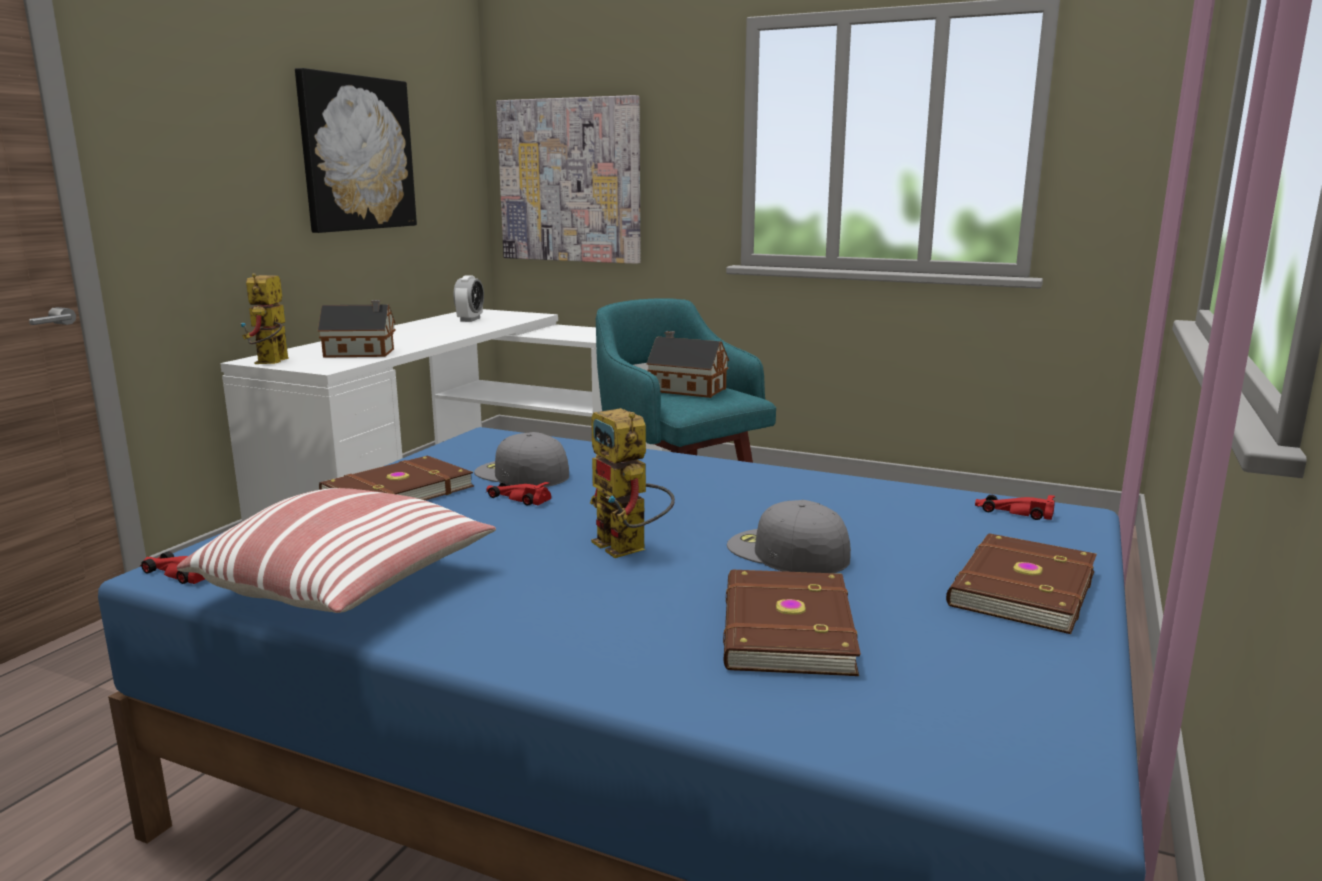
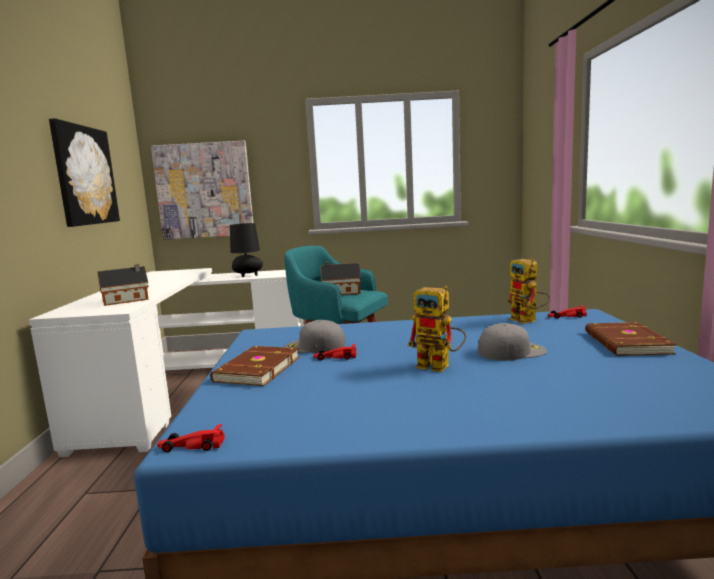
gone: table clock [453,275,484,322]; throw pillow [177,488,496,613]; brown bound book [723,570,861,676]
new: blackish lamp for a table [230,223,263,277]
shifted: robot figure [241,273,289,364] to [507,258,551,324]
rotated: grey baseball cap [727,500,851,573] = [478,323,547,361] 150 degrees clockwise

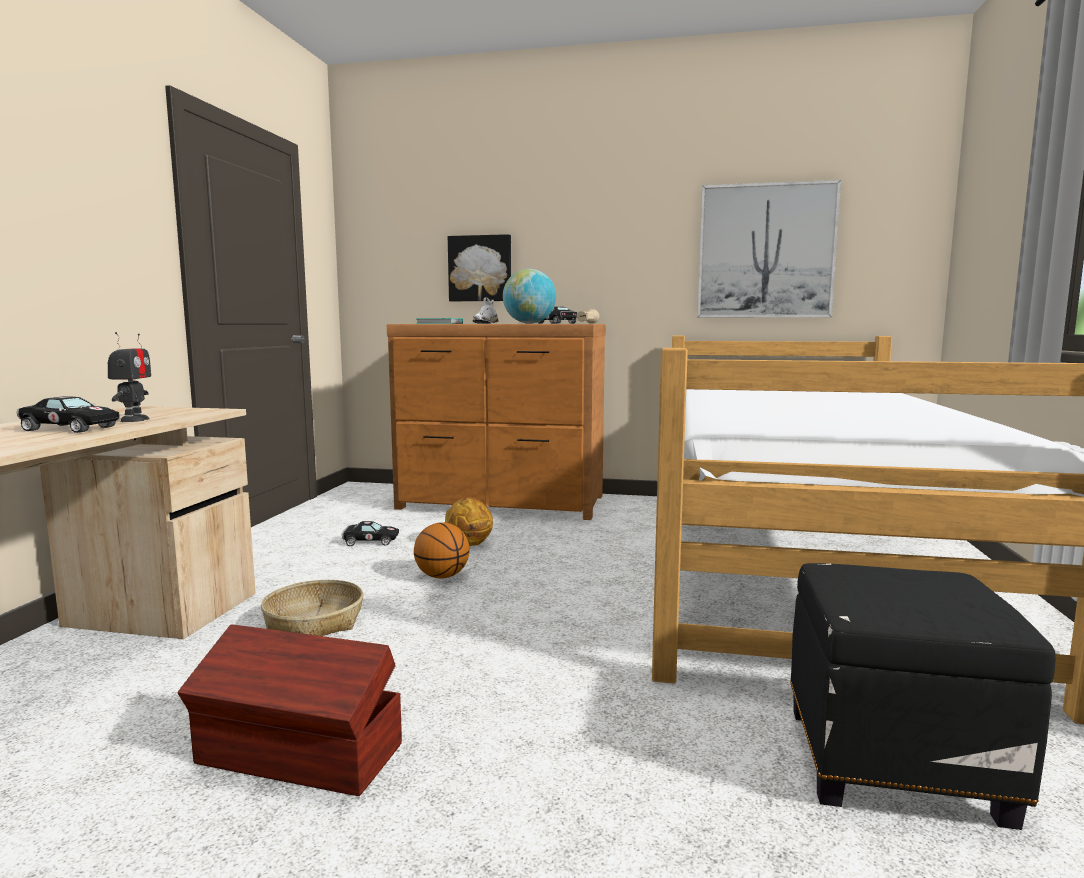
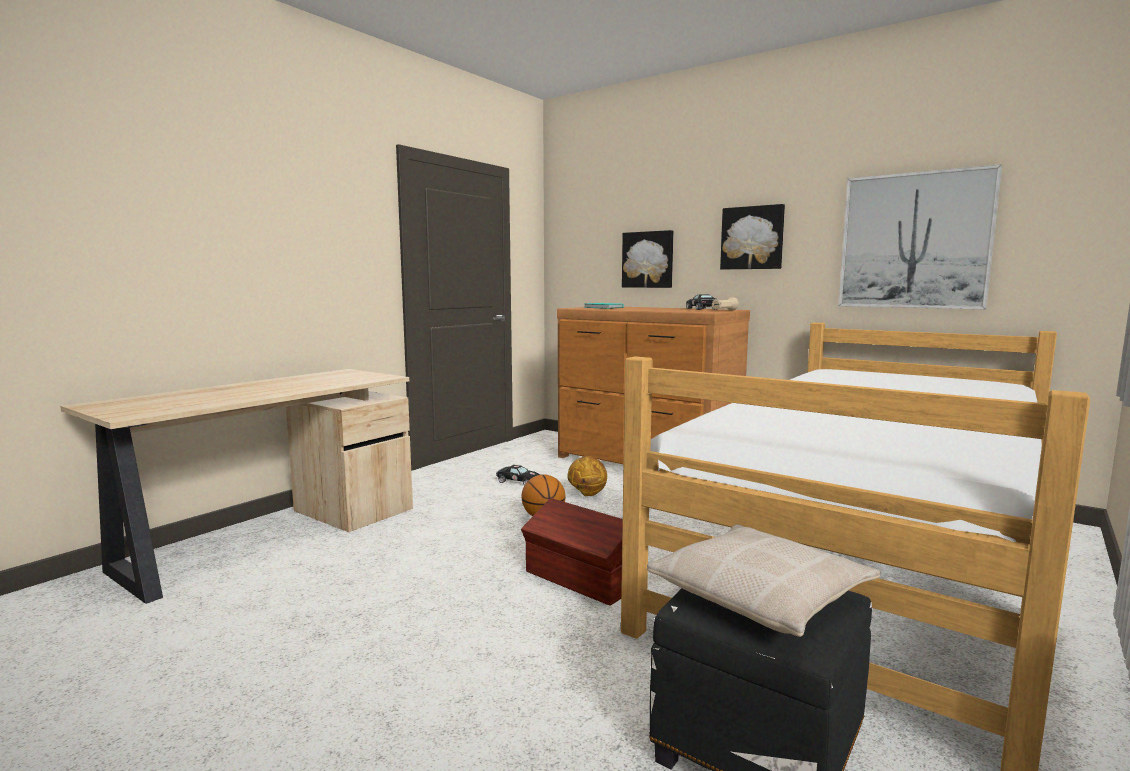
gone: desk globe [503,269,556,324]; whitish item of footwear [472,297,499,324]; robot figure [108,332,151,422]; blackish miniature car [17,396,120,433]; storage basket [261,580,363,636]
new: picture [720,204,785,269]; beige-coloured throw pillow [647,524,880,637]
shifted: brown storage box [178,624,402,796] to [521,498,623,606]

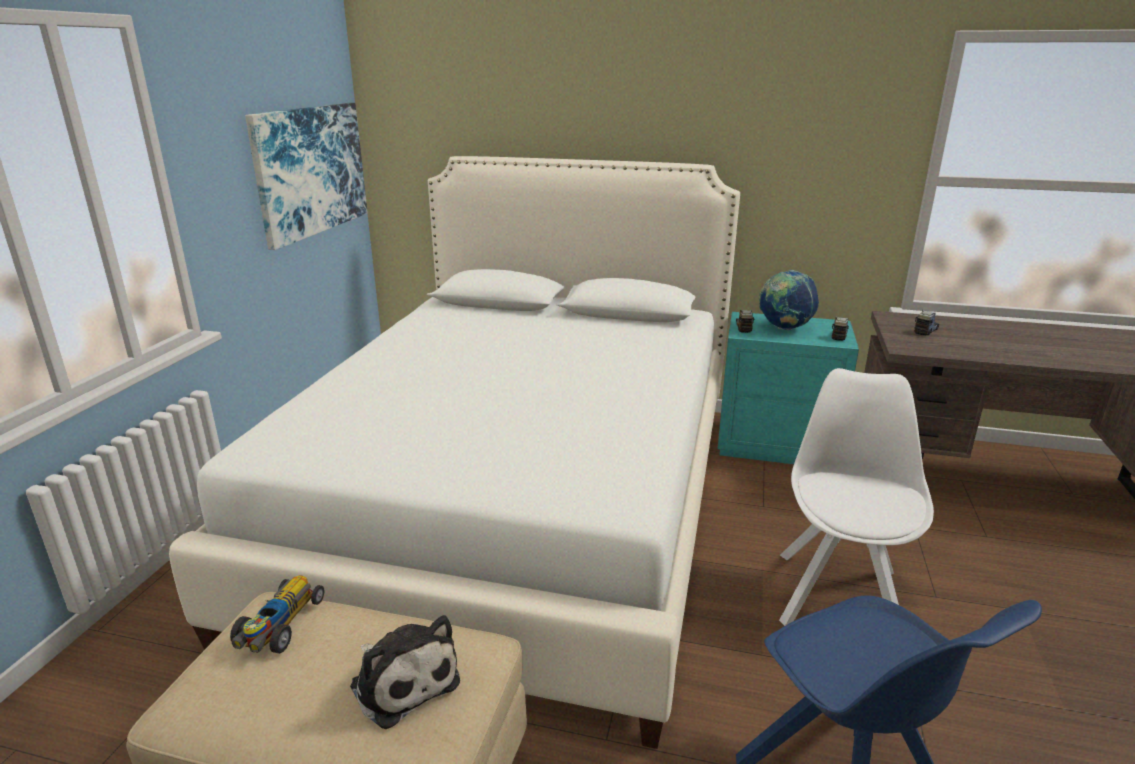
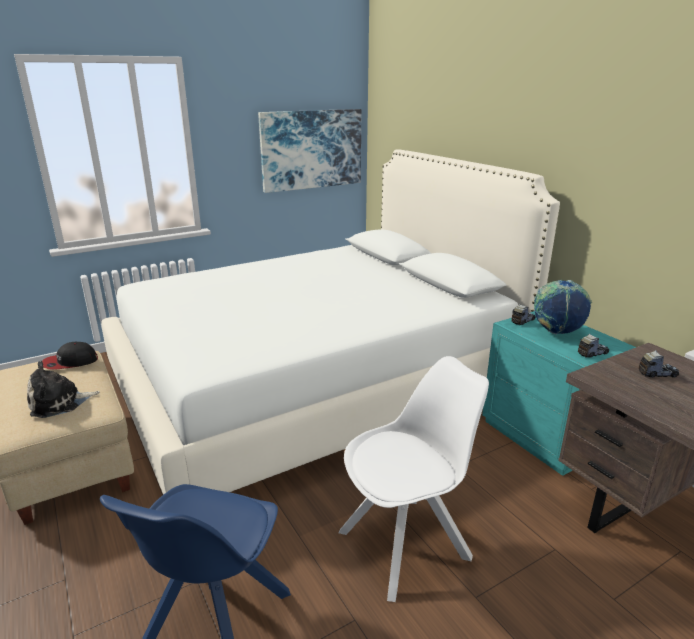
swapped: miniature car [230,575,324,654] to baseball cap [42,342,98,370]
rotated: plush toy [350,615,460,729] = [27,361,99,418] 60 degrees clockwise

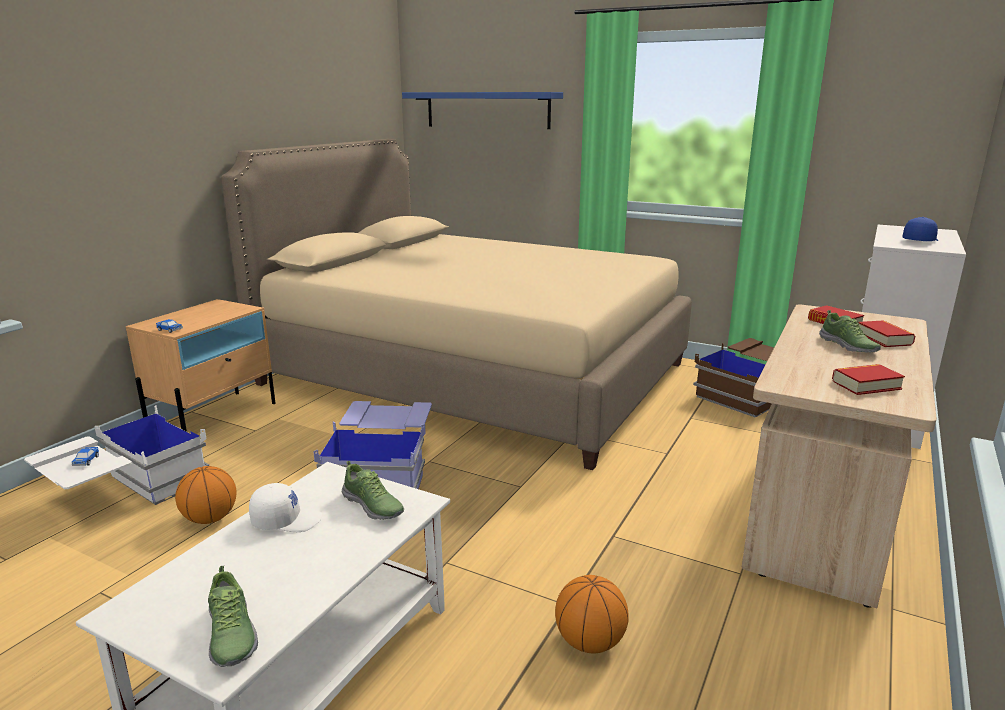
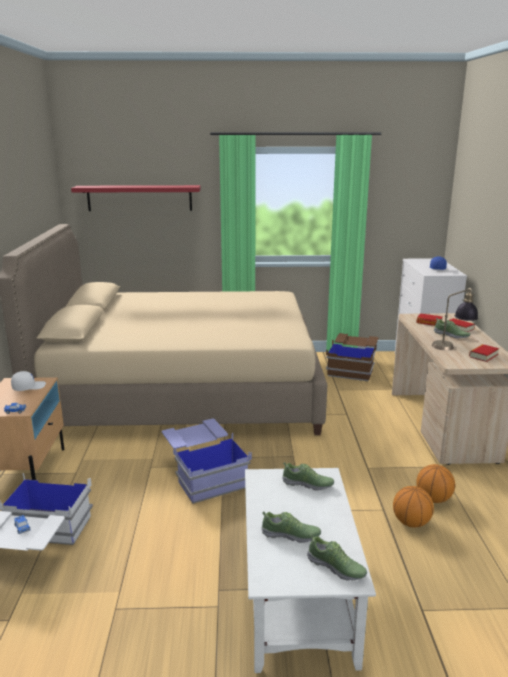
new: lamp for a table [432,287,478,350]; item of footwear [261,511,321,543]
shifted: basketball ball [175,466,236,524] to [416,464,455,503]; whitish baseball cap [249,483,323,532] to [11,371,46,391]
repainted: blue bracket shelf [402,92,563,129] to red bracket shelf [71,185,201,211]

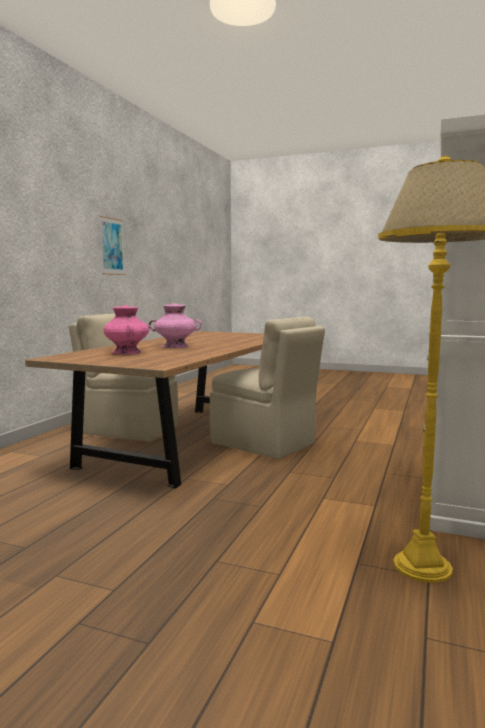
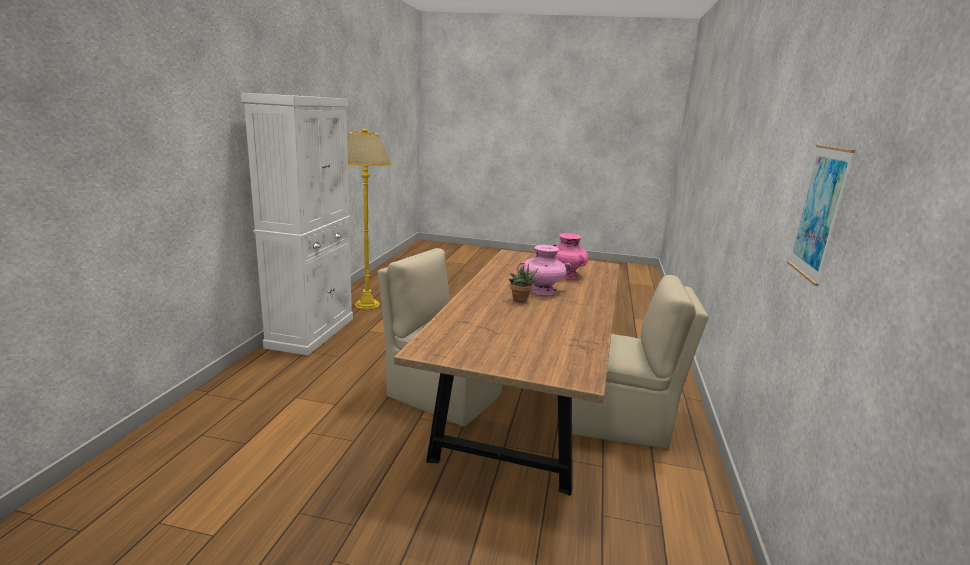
new: potted plant [509,263,538,303]

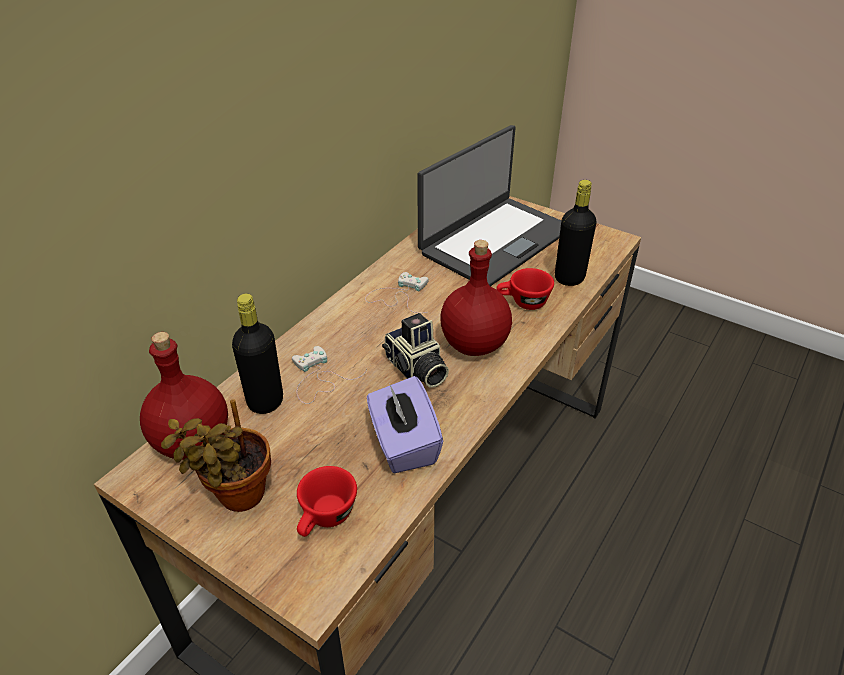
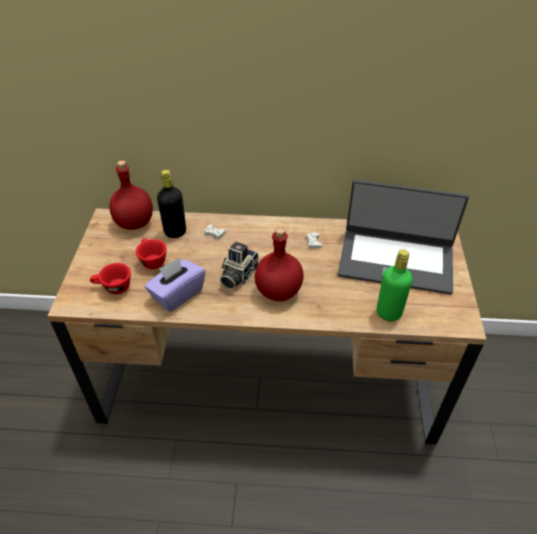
gone: potted plant [161,399,271,512]
shifted: red small cup [496,268,554,310] to [136,238,167,269]
repainted: blackish bottle [555,180,596,286] to green-coloured bottle [377,249,413,321]

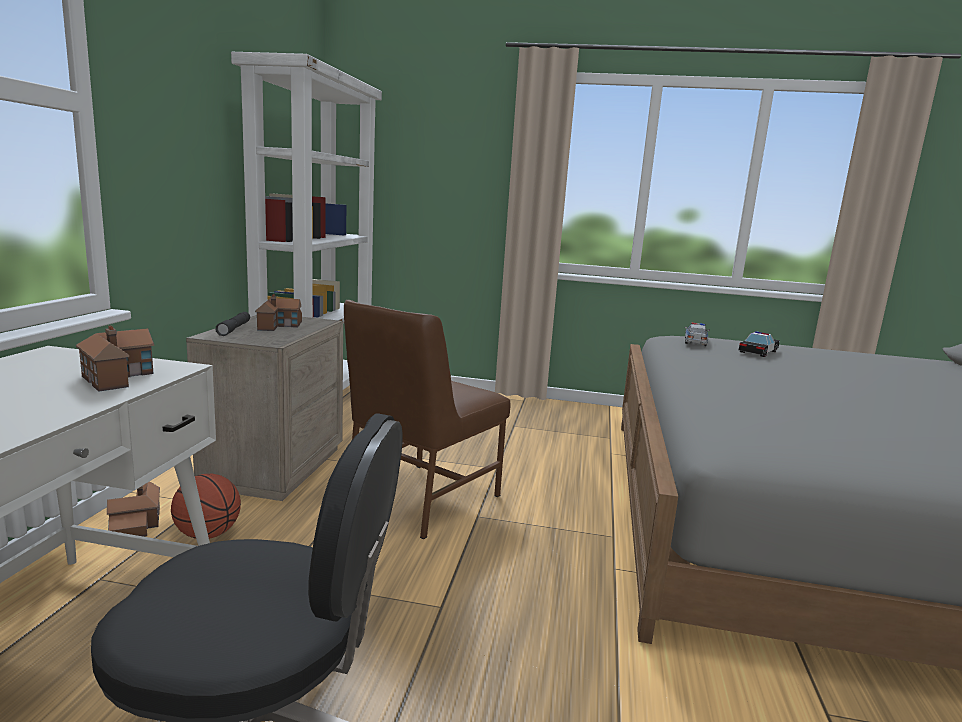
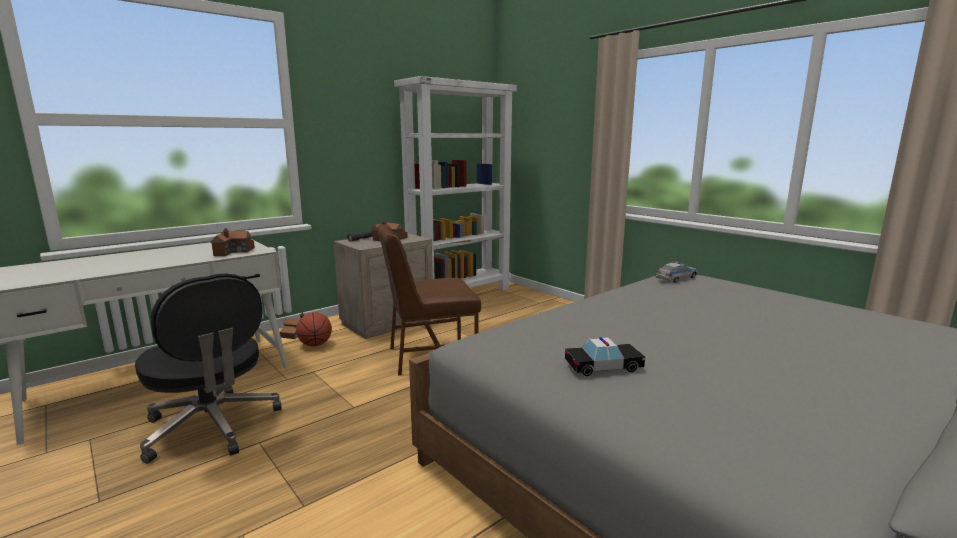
shifted: miniature car [739,331,780,357] to [565,337,645,376]

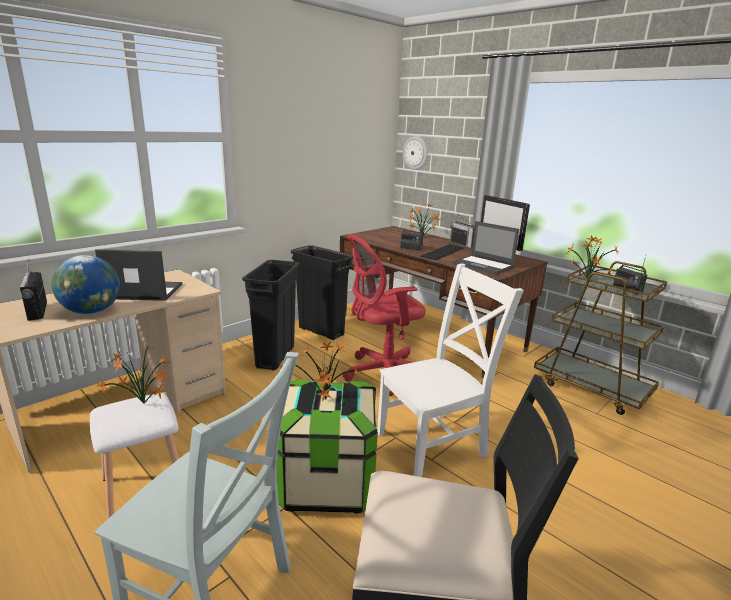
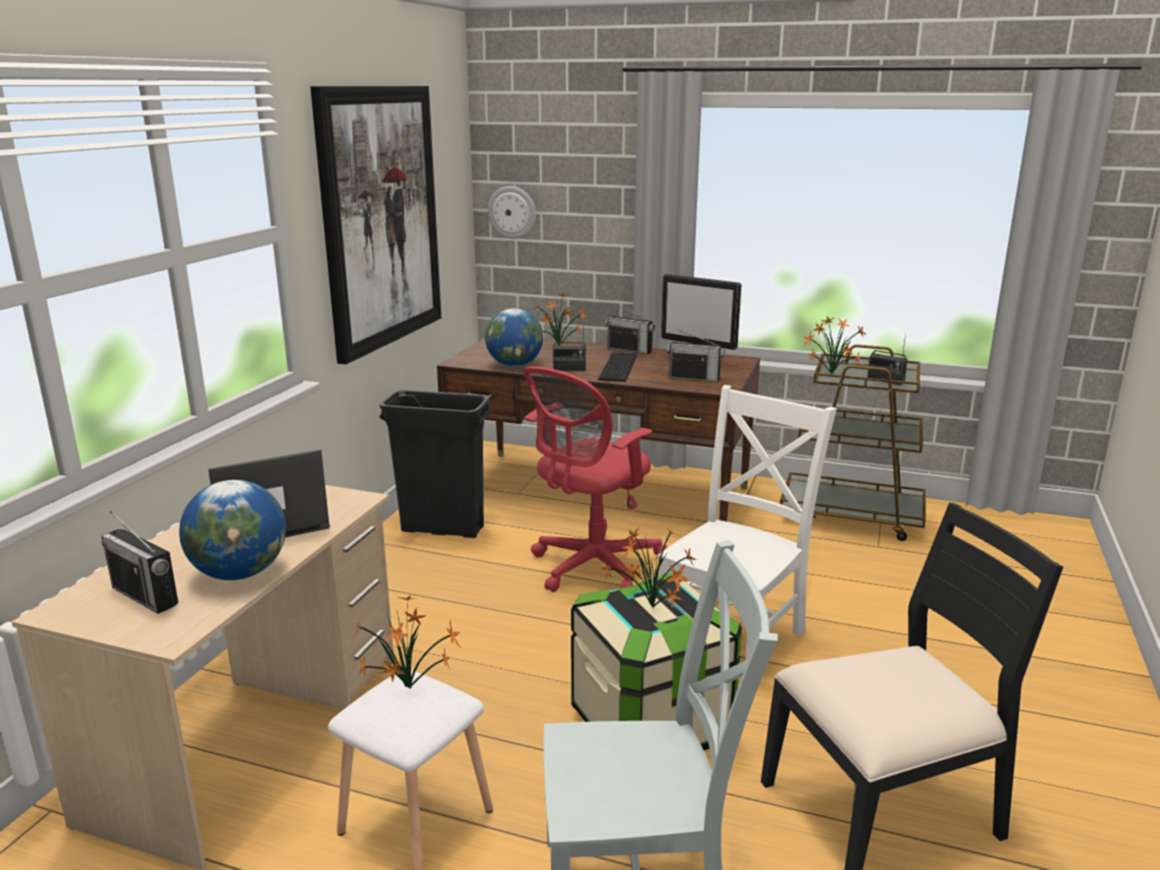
gone: blackish trash can [242,260,300,371]
new: picture [310,86,441,364]; desk globe [485,308,543,367]
swapped: notebook computer [452,221,519,275] to radio [666,329,725,382]

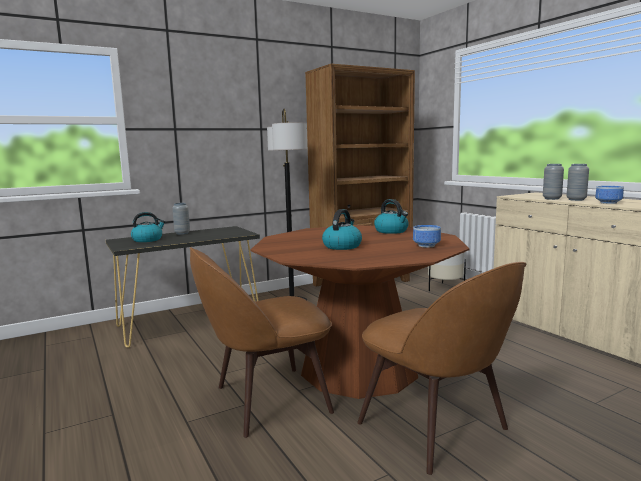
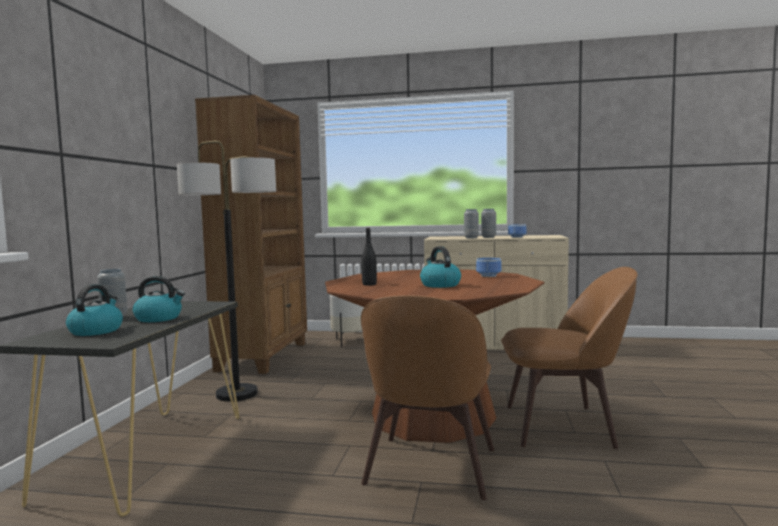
new: blackish bottle [361,228,377,286]
shifted: water kettle [374,199,409,234] to [133,276,185,322]

